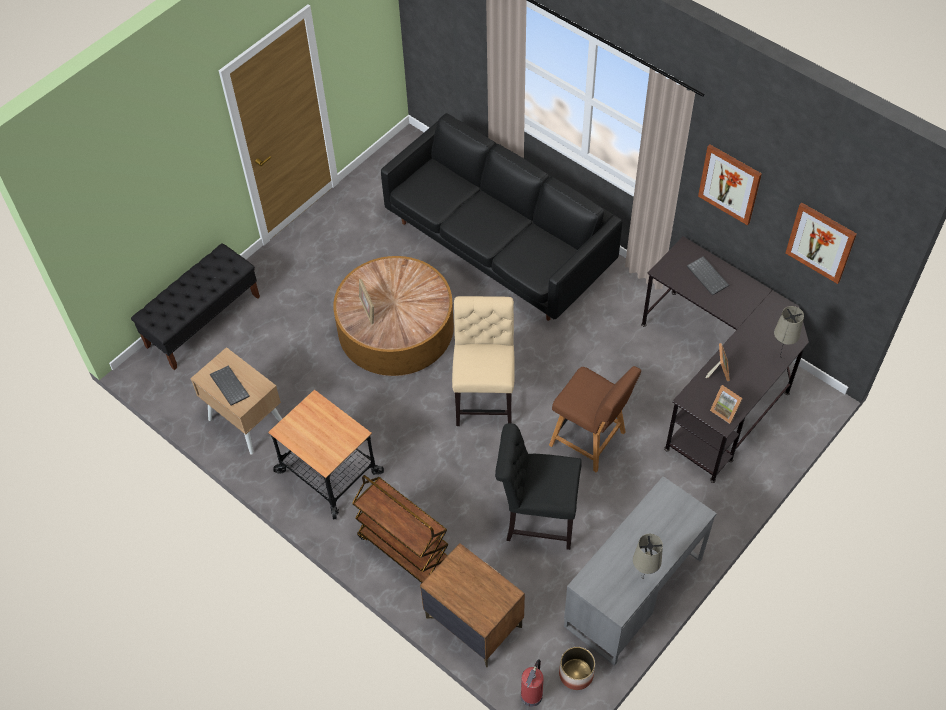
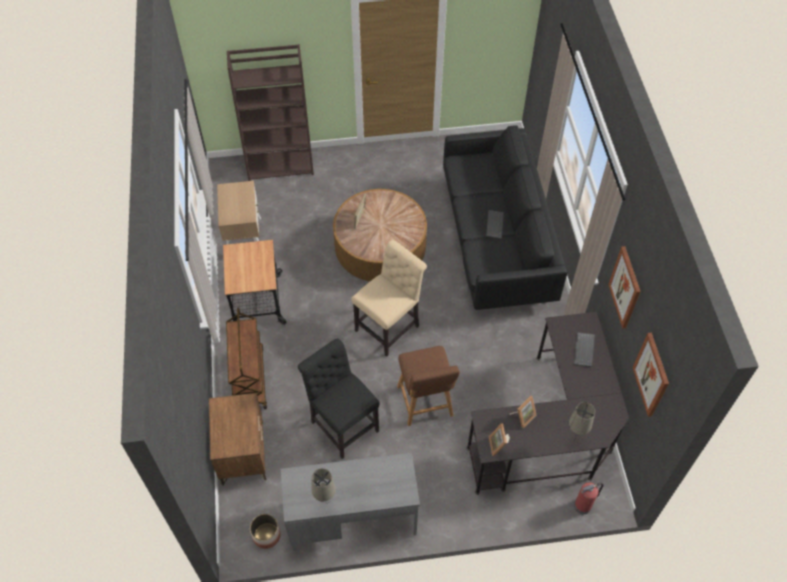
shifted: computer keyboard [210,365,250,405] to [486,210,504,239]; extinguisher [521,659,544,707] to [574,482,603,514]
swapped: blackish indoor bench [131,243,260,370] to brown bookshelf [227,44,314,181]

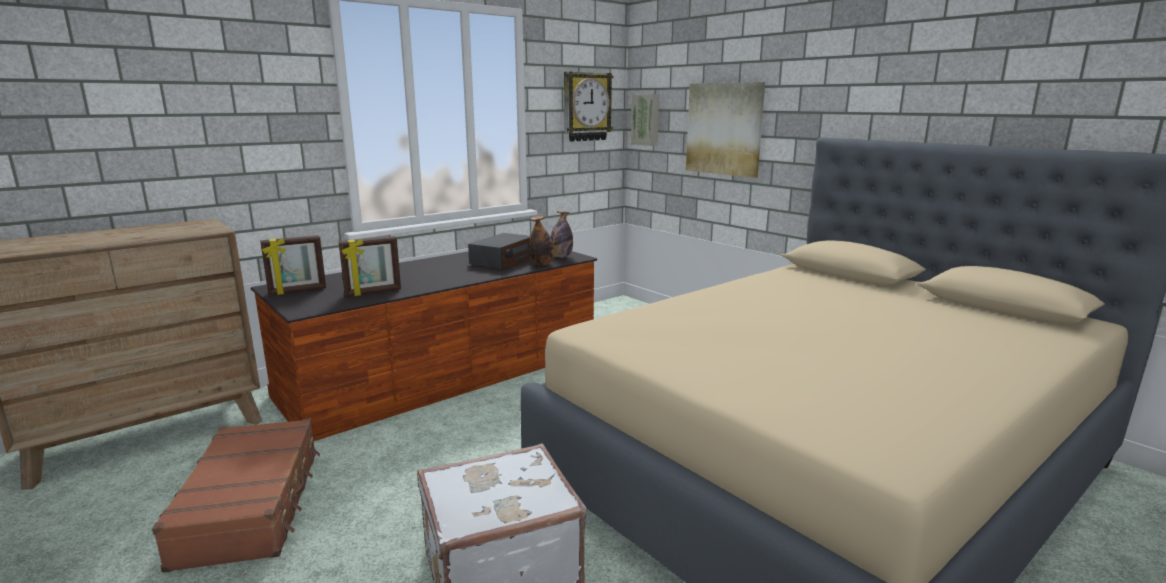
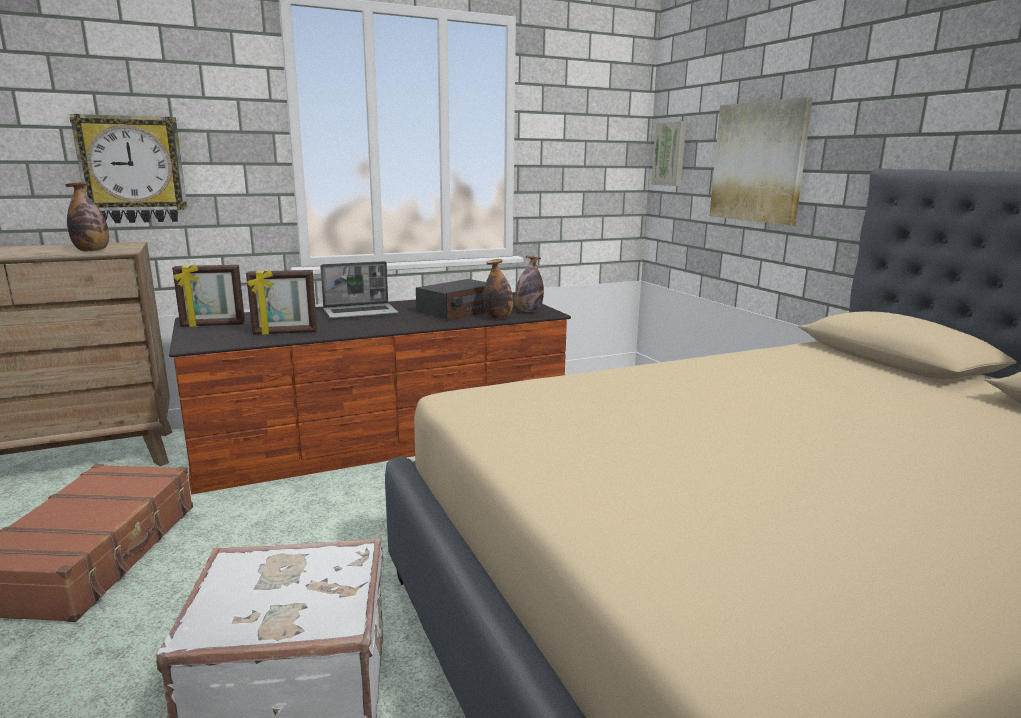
new: bottle [65,182,109,252]; notebook computer [320,261,399,319]
shifted: wall clock [564,71,614,142] to [70,114,187,223]

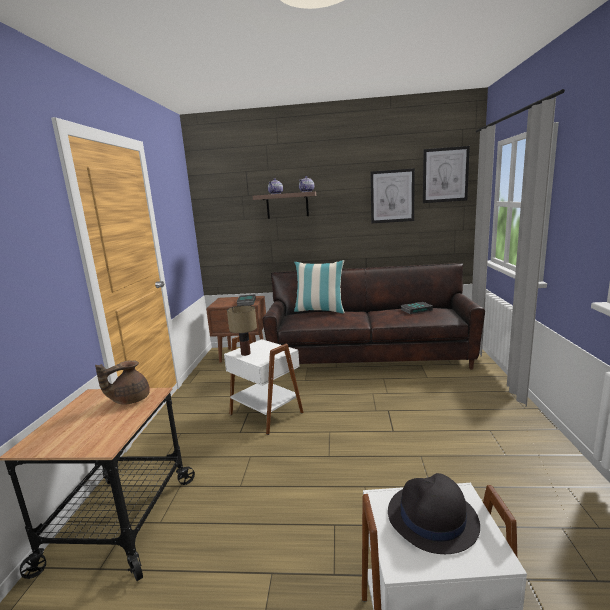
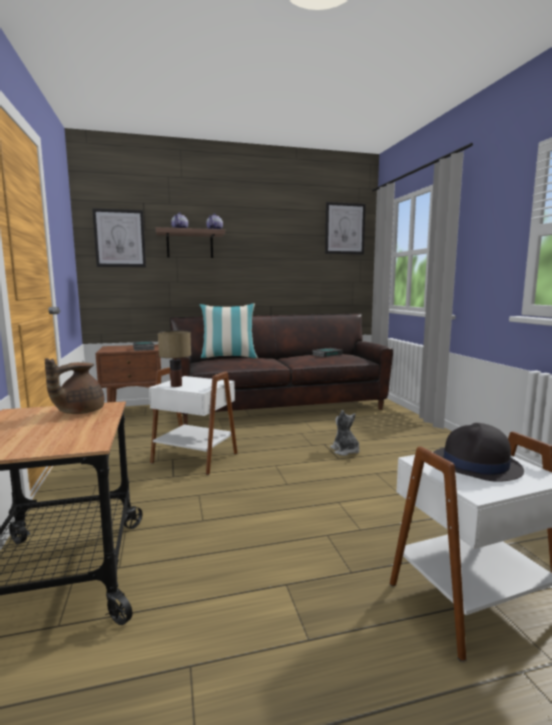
new: plush toy [330,410,360,456]
shifted: picture [370,168,415,223] to [92,208,146,267]

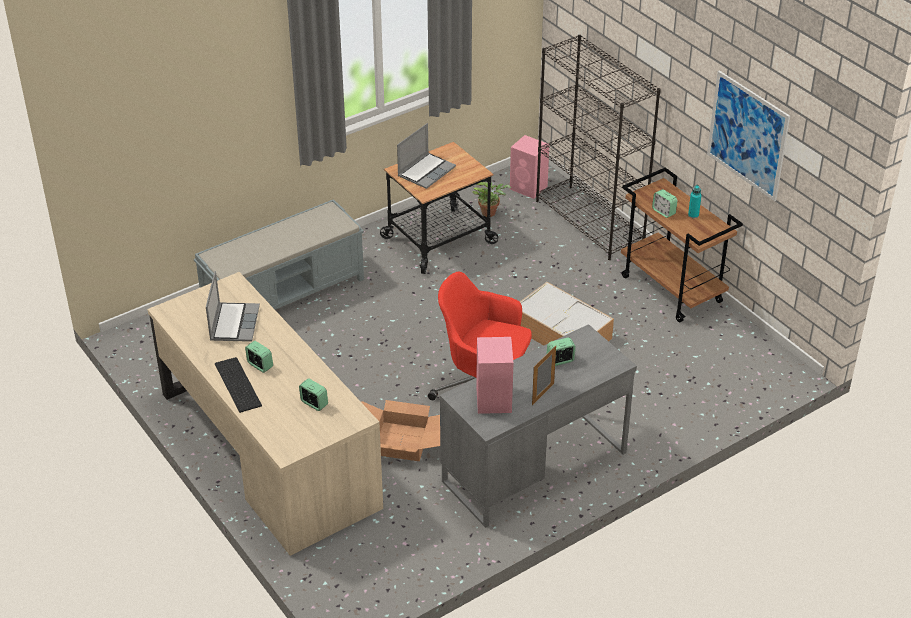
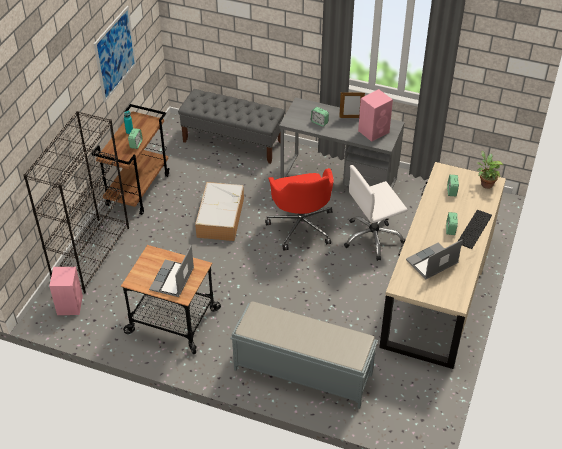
new: grey indoor bench [178,89,285,164]
shifted: potted plant [472,182,511,217] to [477,151,504,189]
swapped: packing box [361,400,440,461] to whitish office chair [344,165,408,261]
rotated: notebook computer [397,123,456,189] = [149,245,194,297] 75 degrees counterclockwise

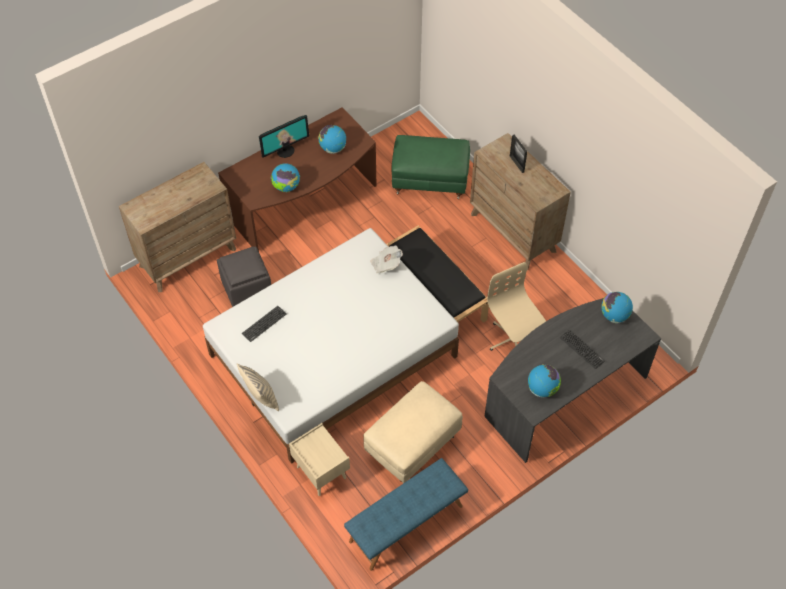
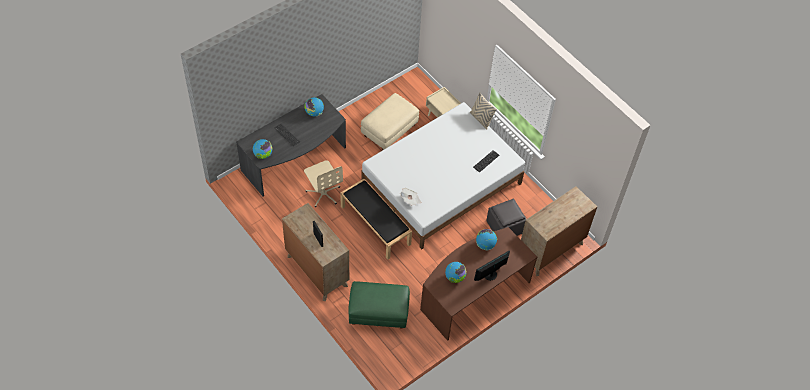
gone: blue indoor bench [344,458,468,571]

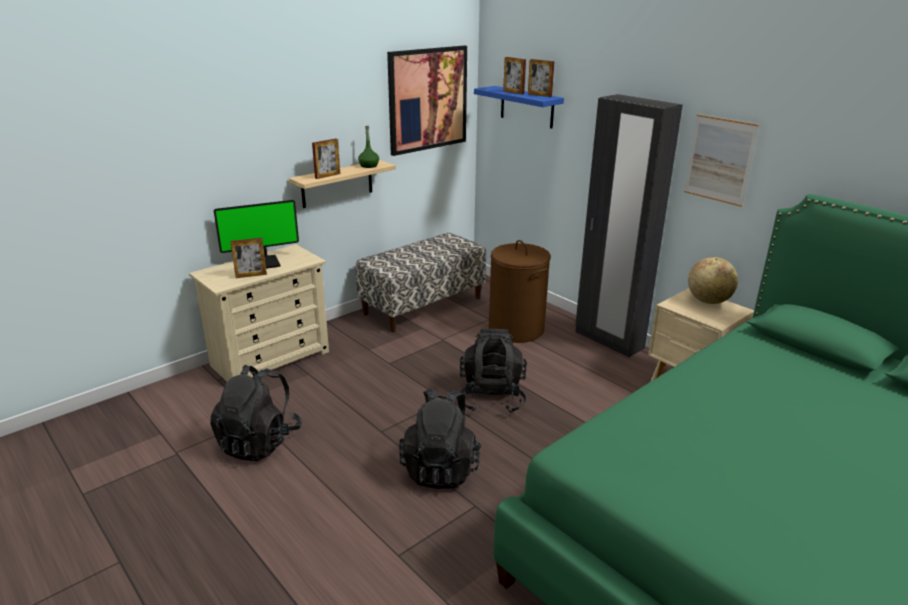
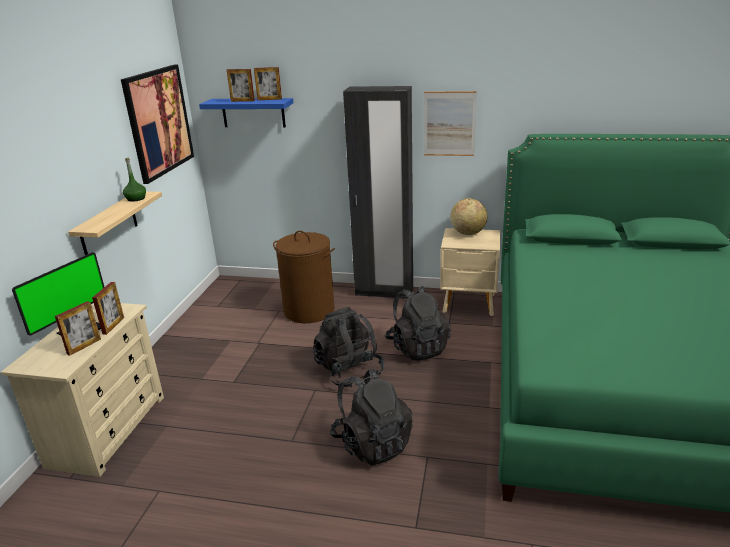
gone: indoor bench [355,233,486,332]
shifted: picture frame [312,139,340,179] to [92,282,124,335]; blackish rucksack [210,365,302,461] to [385,286,451,361]

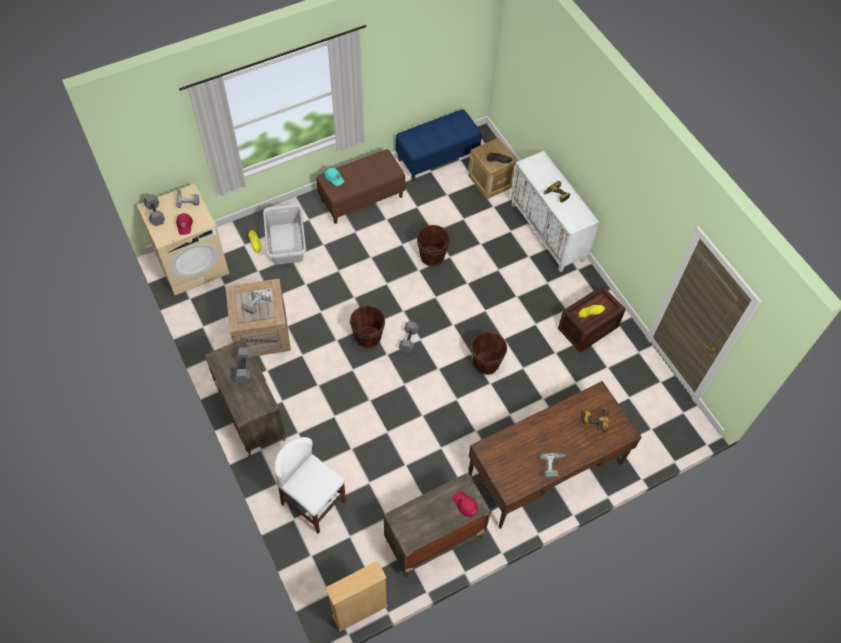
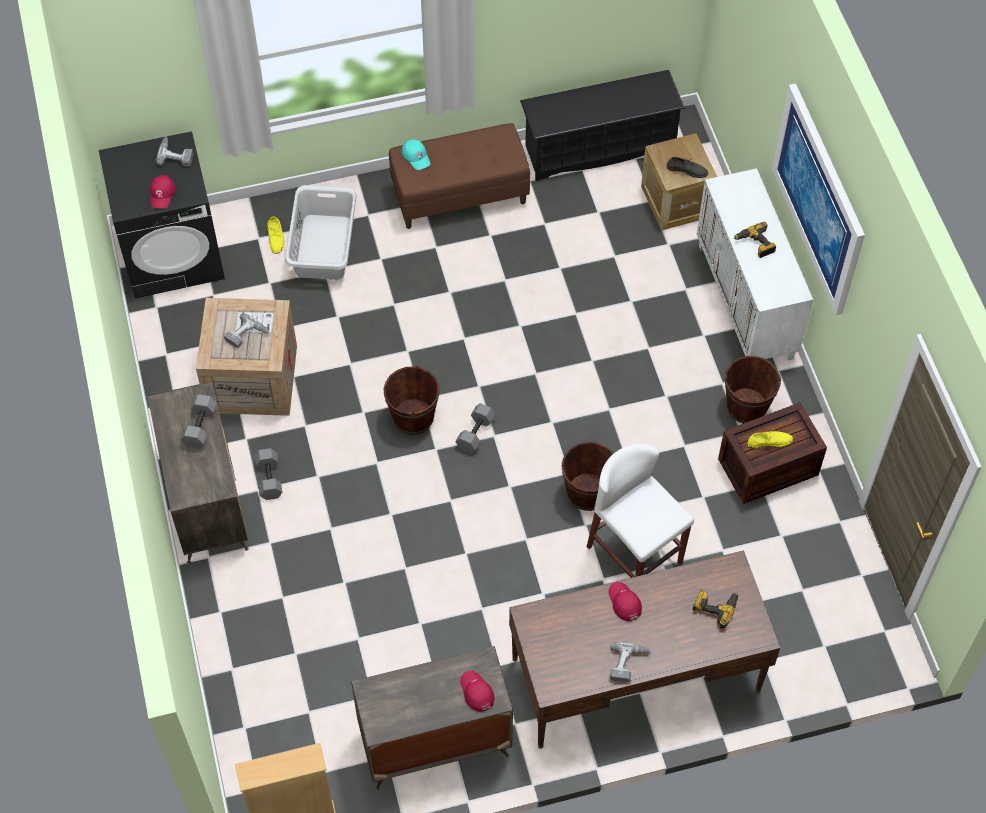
new: picture [772,83,865,315]; red baseball cap [608,582,642,621]
shifted: grey hand weight [143,194,165,226] to [255,448,282,500]; brown pail [417,225,450,267] to [725,356,781,423]; whitish stool [274,437,346,534] to [587,443,694,578]
swapped: blue indoor bench [396,109,481,181] to blackish shoe rack [520,70,685,181]
repainted: beige-coloured laundry machine [137,183,229,295] to blackish laundry machine [99,131,225,298]

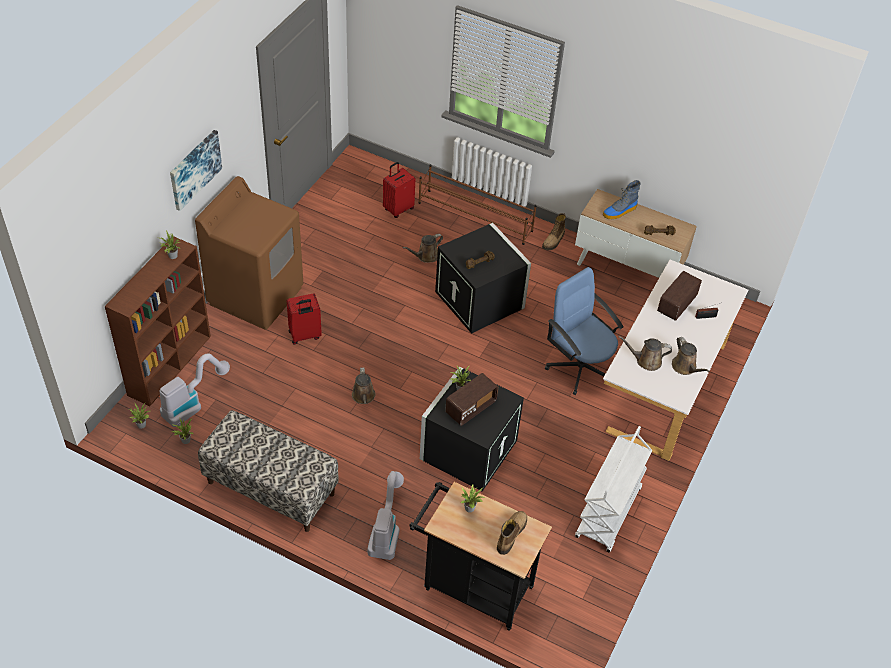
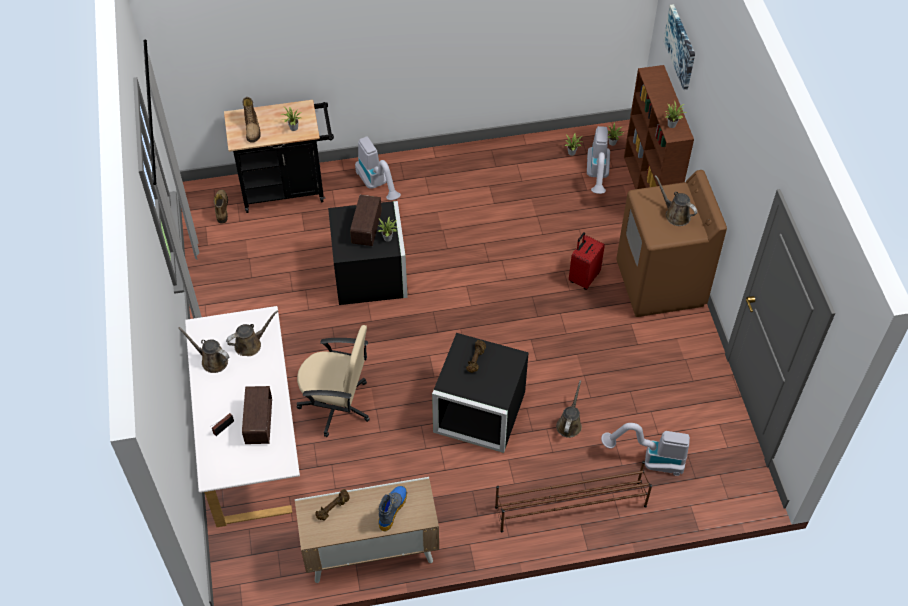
gone: indoor bench [198,410,338,532]; whitish wheeled cart [575,426,652,553]
shifted: picture [170,130,222,211] to [663,4,695,90]; boot [542,213,566,250] to [214,189,228,224]; brown watering can [352,367,375,404] to [655,175,697,226]
swapped: red travel case [383,162,415,218] to vacuum [601,423,690,476]
repainted: blue office chair [545,267,623,395] to beige-coloured office chair [297,325,370,437]

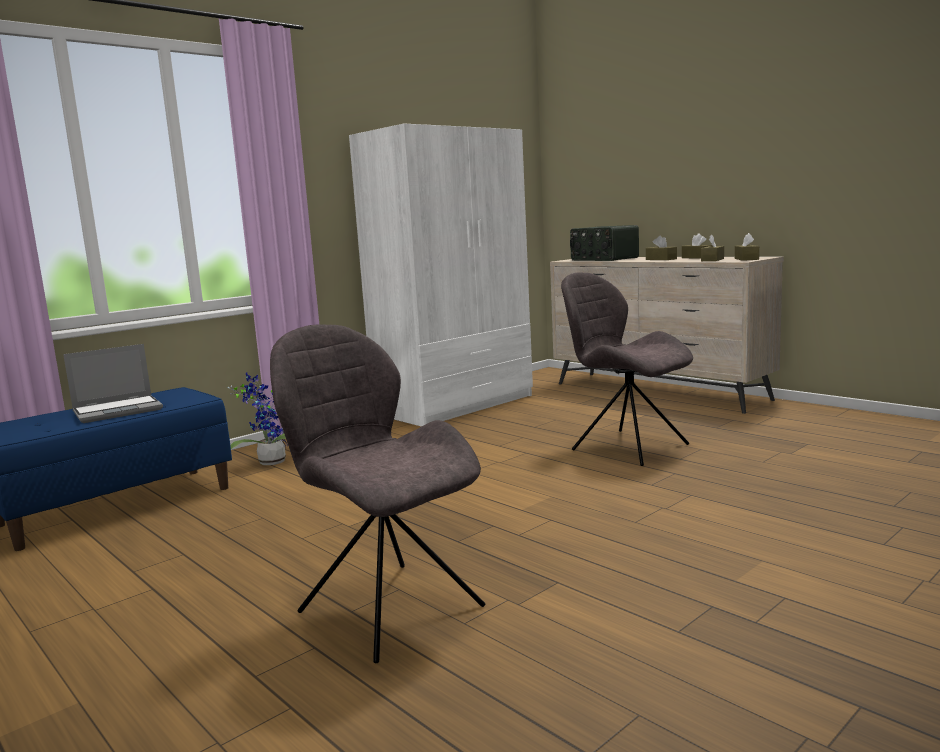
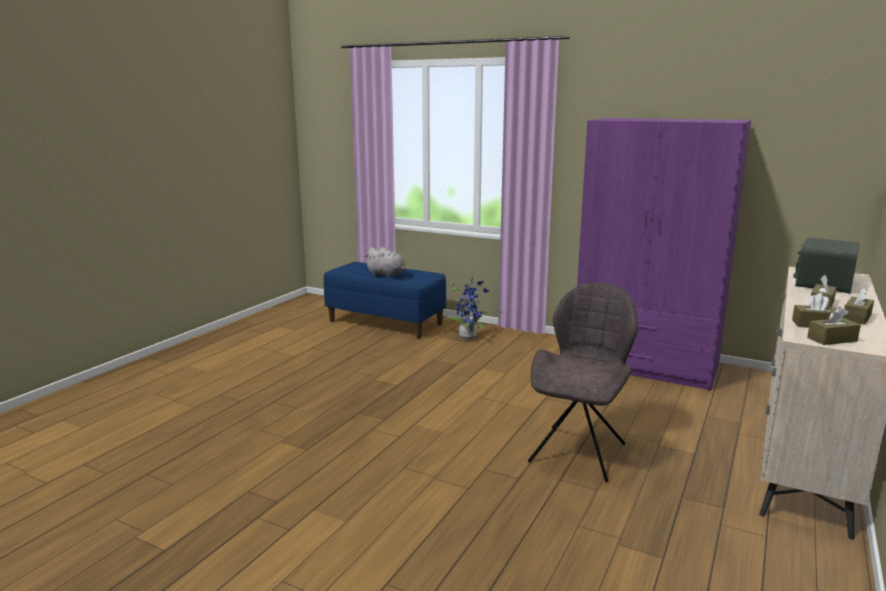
gone: grey chair [270,324,485,663]
swapped: notebook computer [63,344,163,423] to grey plush toy [365,247,406,278]
repainted: whitish armoire [349,124,533,427] to purplish armoire [577,118,751,391]

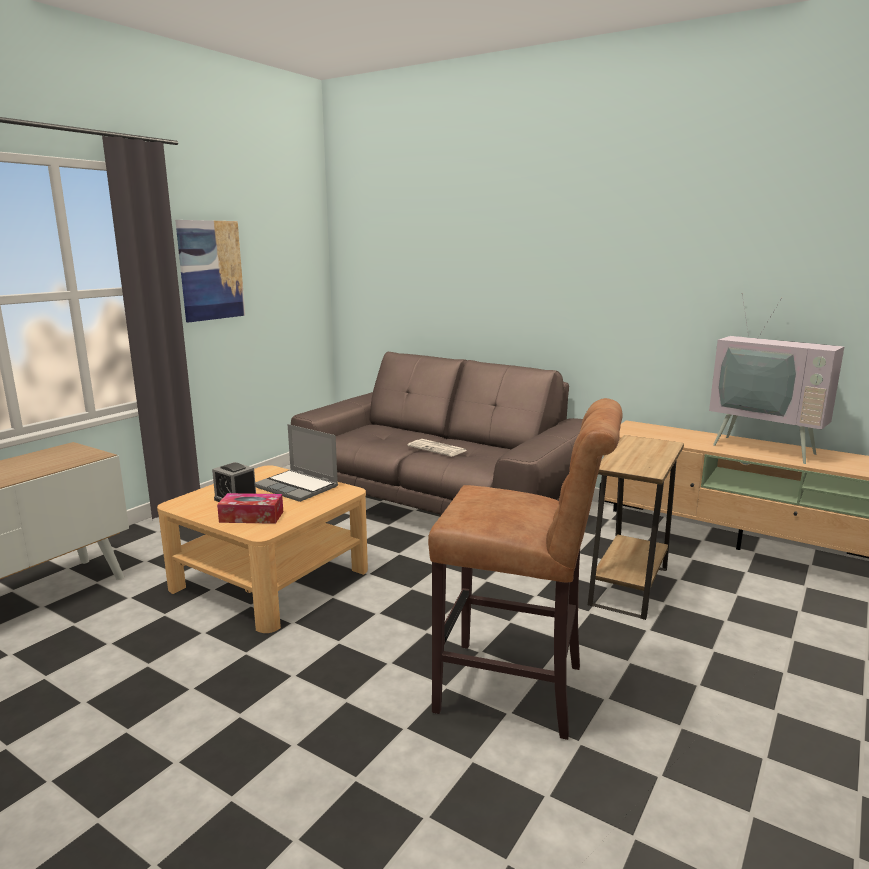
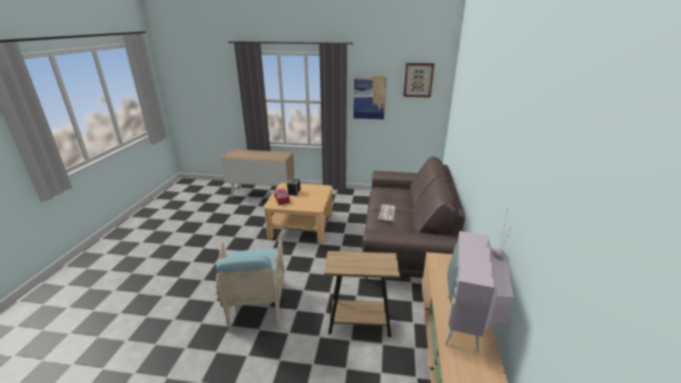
gone: notebook computer [255,424,338,502]
new: picture [403,63,435,98]
swapped: brown stool [428,398,623,740] to blue-green easy chair [216,237,285,331]

